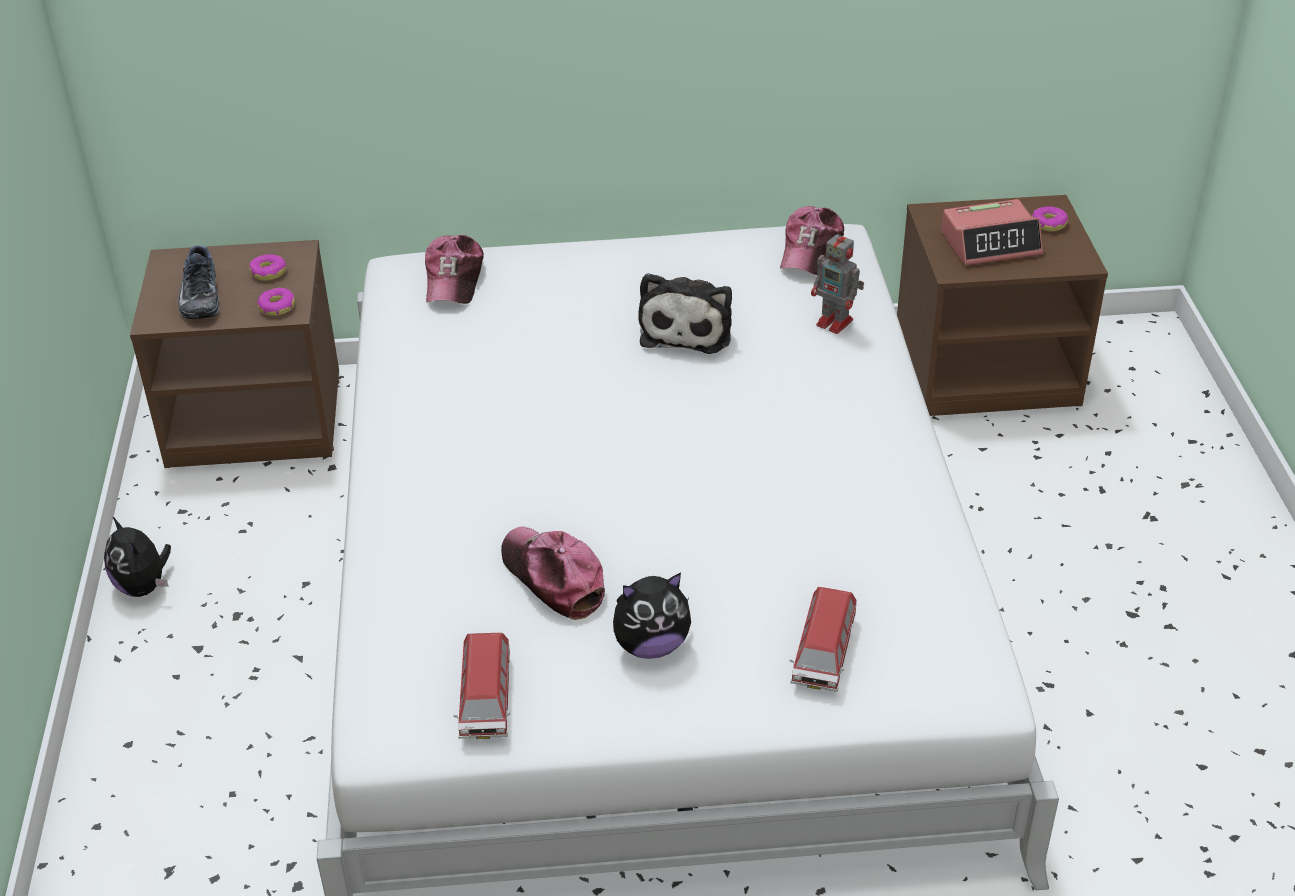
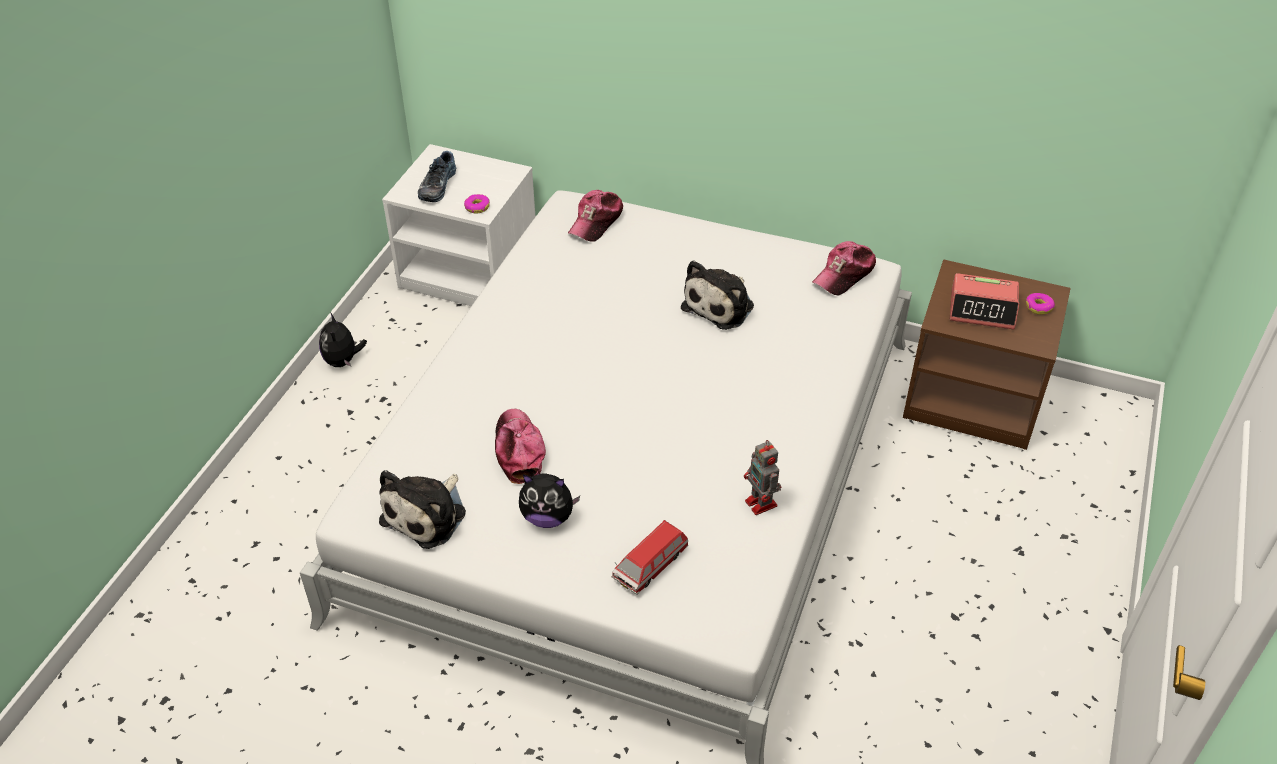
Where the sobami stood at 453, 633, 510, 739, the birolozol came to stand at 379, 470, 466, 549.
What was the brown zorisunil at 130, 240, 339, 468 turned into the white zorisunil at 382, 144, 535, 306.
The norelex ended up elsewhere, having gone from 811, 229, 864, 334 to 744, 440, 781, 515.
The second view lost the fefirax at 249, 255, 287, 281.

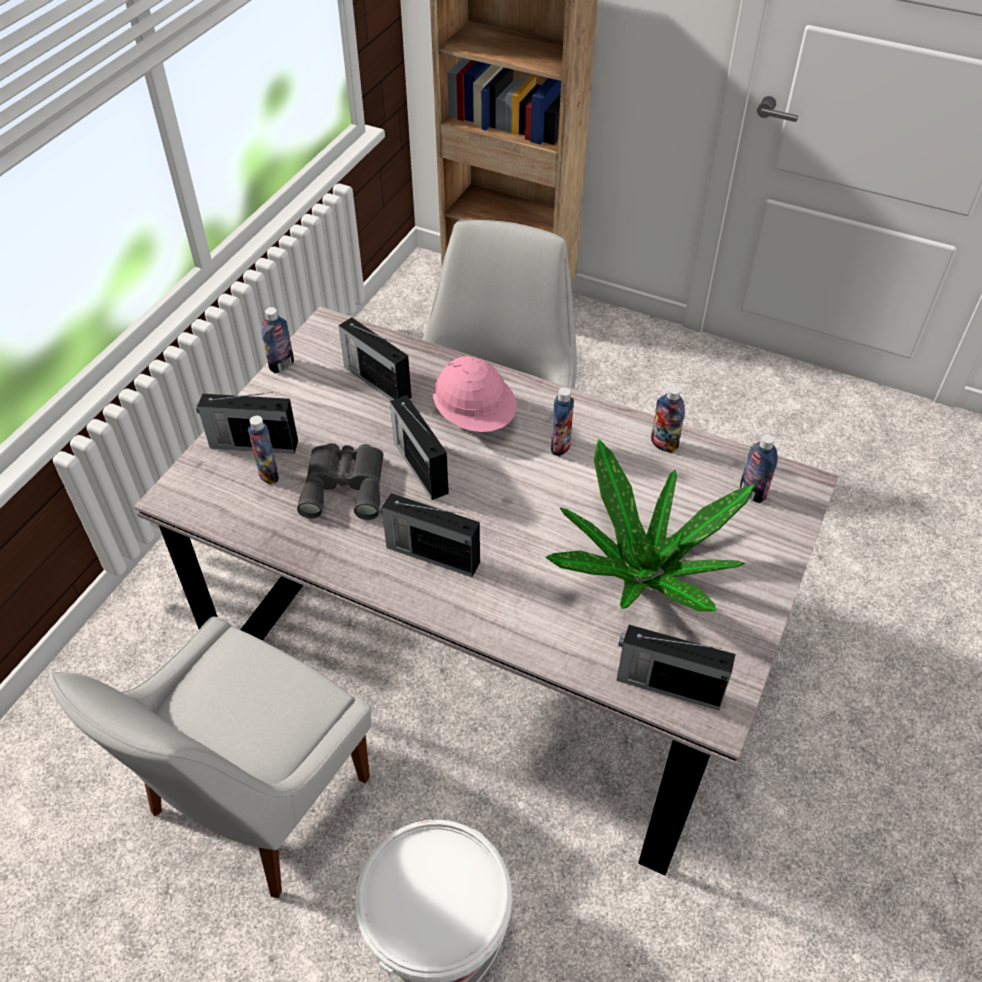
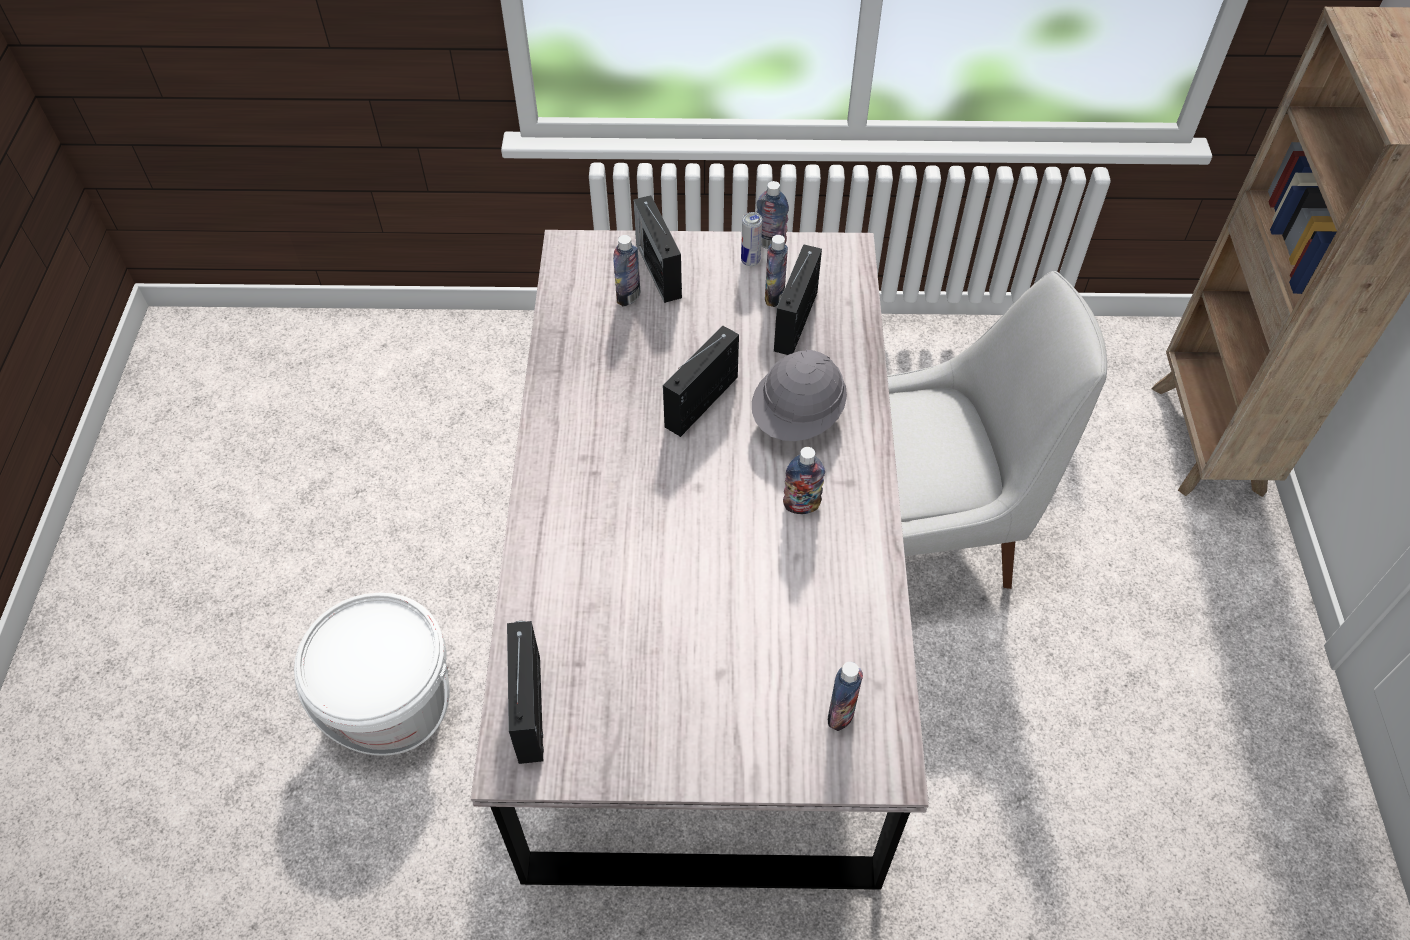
The second view gained the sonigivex at 741, 212, 762, 266.
What was the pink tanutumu at 433, 356, 517, 432 turned into the grey tanutumu at 752, 350, 847, 441.
The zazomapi ended up elsewhere, having gone from 651, 385, 685, 453 to 765, 235, 788, 307.
The second view lost the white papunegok at 48, 616, 371, 898.
The second view lost the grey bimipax at 297, 443, 383, 520.
The second view lost the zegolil at 380, 493, 480, 577.
The second view lost the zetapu at 545, 439, 755, 612.

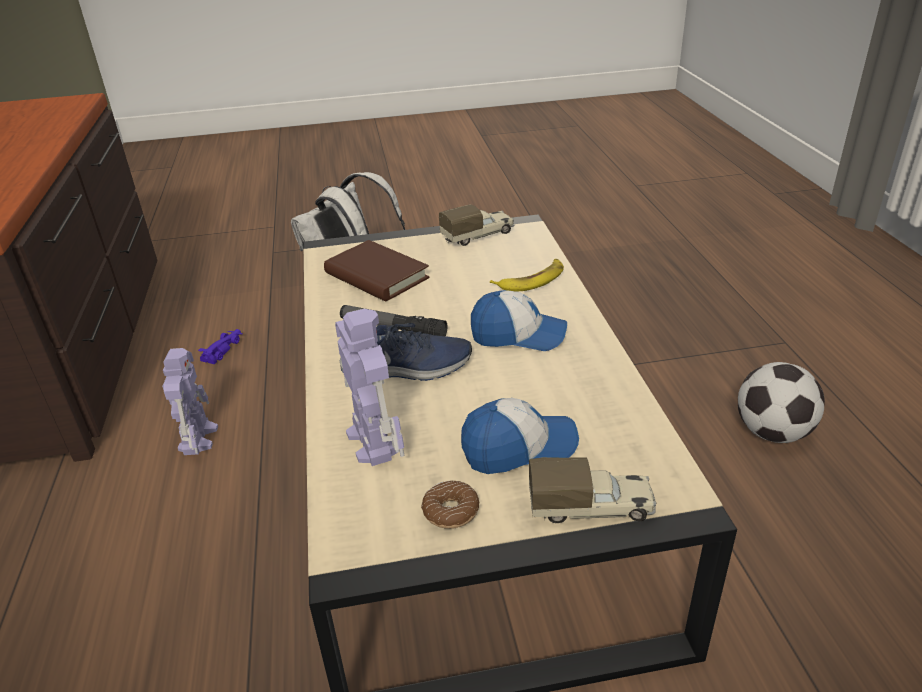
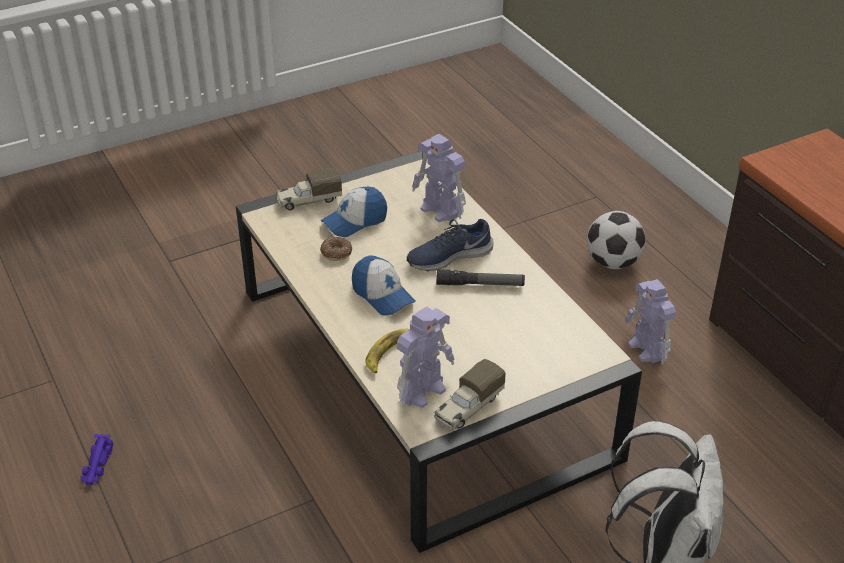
The purple sobami ended up elsewhere, having gone from 198, 329, 243, 364 to 80, 434, 113, 485.
The fefirax ended up elsewhere, having gone from 421, 480, 479, 529 to 320, 237, 352, 261.
The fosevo at 471, 290, 567, 351 ended up facing another way, 120 degrees counterclockwise from before.
The second view gained the norelex at 397, 307, 454, 408.
The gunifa ended up elsewhere, having gone from 738, 362, 825, 443 to 587, 211, 646, 269.
The second view lost the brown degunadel at 324, 240, 430, 301.

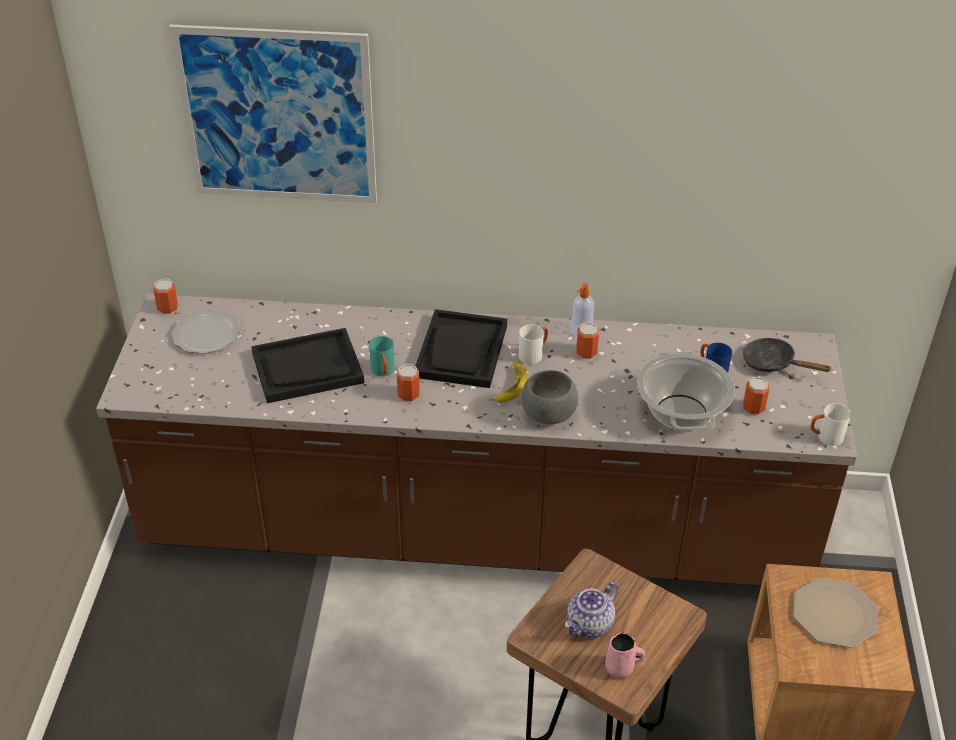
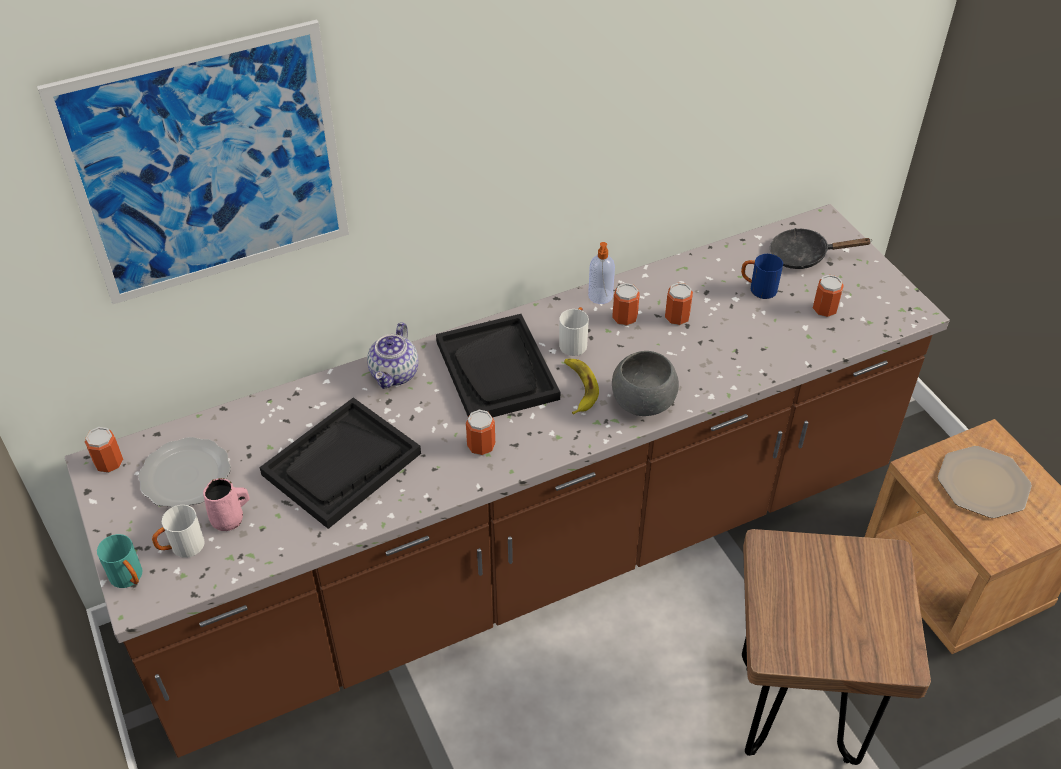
The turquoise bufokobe ended up elsewhere, having gone from 369, 336, 395, 376 to 97, 534, 142, 588.
The white bufokobe ended up elsewhere, having gone from 811, 404, 851, 446 to 152, 505, 204, 558.
The pink bufokobe ended up elsewhere, having gone from 605, 632, 645, 679 to 203, 478, 250, 531.
The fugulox ended up elsewhere, having gone from 565, 582, 618, 638 to 367, 322, 418, 389.
The second view gained the sonigivex at 665, 283, 693, 326.
The second view lost the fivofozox at 637, 352, 735, 431.

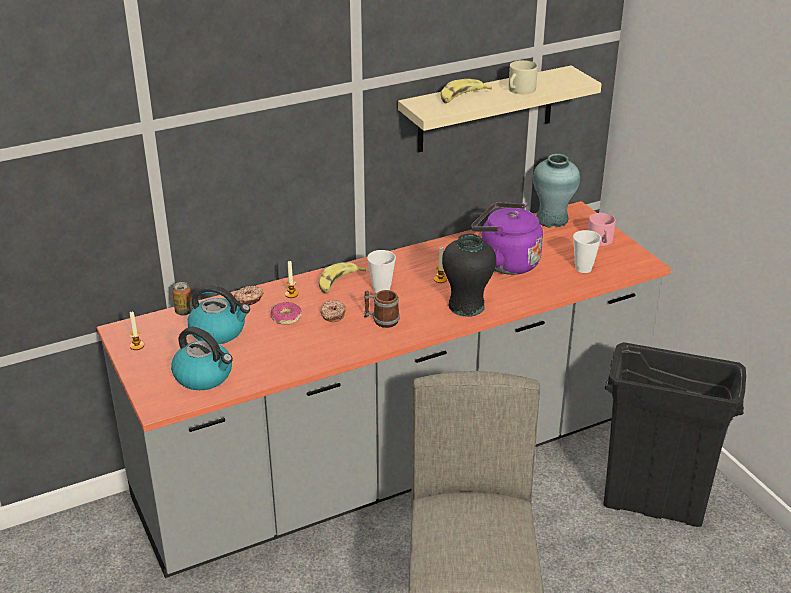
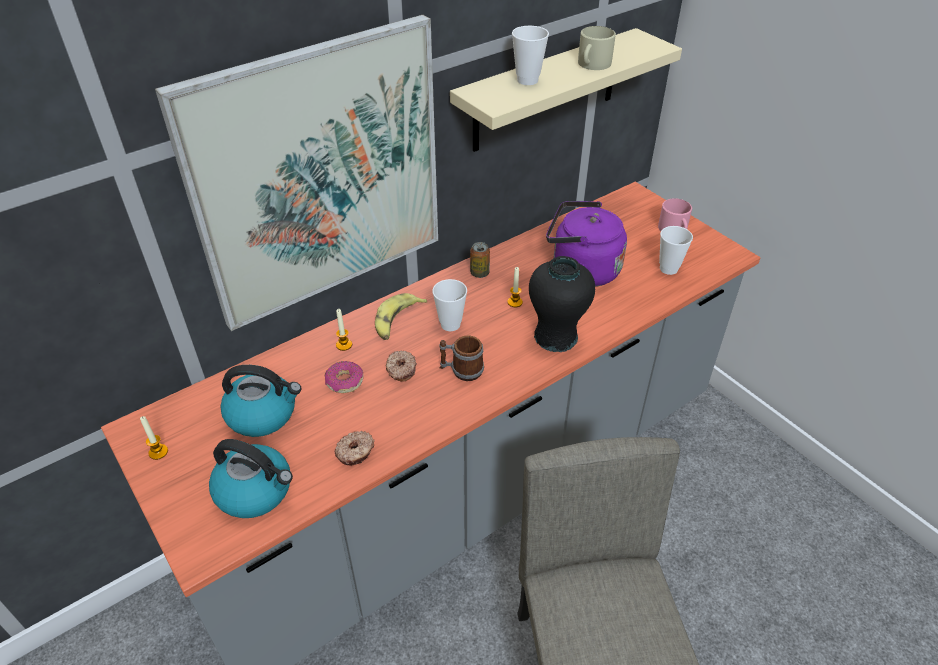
The second view gained the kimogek at 155, 15, 438, 331.
The fefirax ended up elsewhere, having gone from 234, 286, 264, 305 to 335, 431, 374, 466.
The sonigivex ended up elsewhere, having gone from 172, 282, 193, 316 to 470, 242, 490, 278.
Where the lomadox stood at 441, 79, 492, 103, the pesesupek came to stand at 512, 26, 549, 85.
The second view lost the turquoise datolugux at 533, 154, 580, 228.
The second view lost the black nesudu at 603, 342, 746, 527.

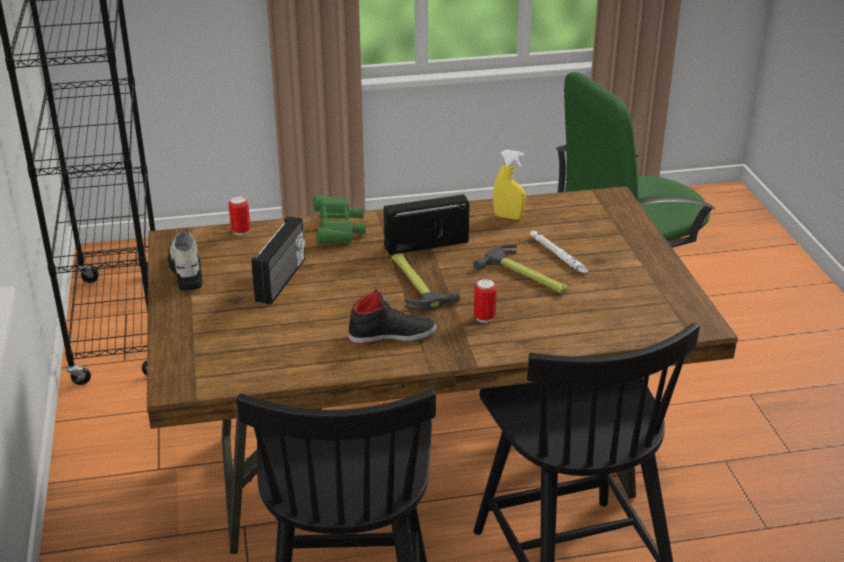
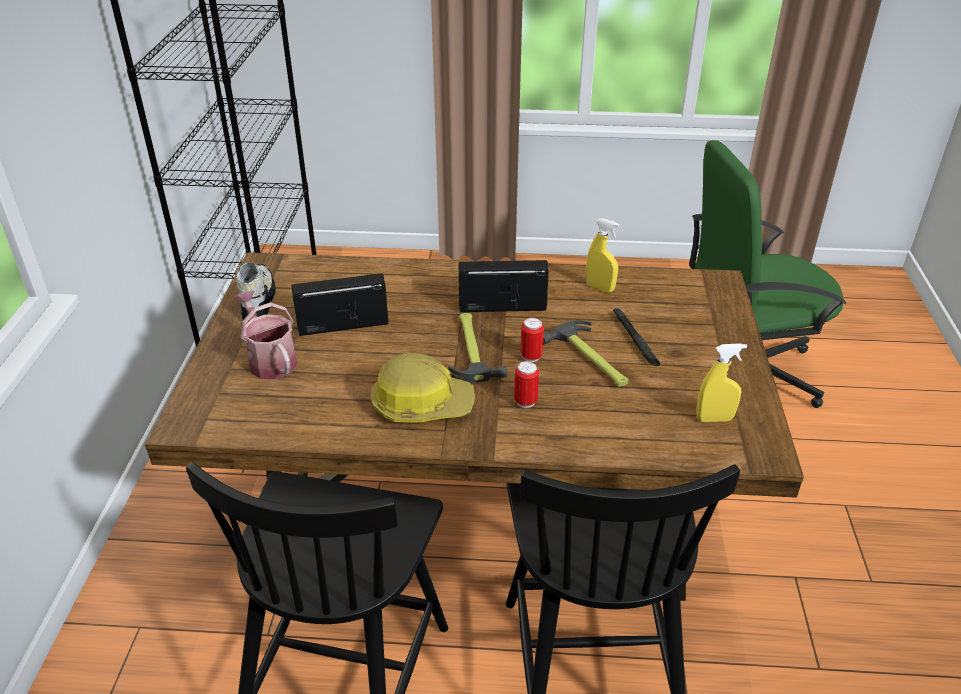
The second view gained the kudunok at 234, 290, 298, 379.
The zegolil at 251, 216, 305, 305 ended up facing another way, 135 degrees counterclockwise from before.
Where the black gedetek stood at 348, 289, 436, 344, the tanutumu came to stand at 371, 353, 475, 423.
The sonigivex ended up elsewhere, having gone from 228, 196, 250, 236 to 520, 318, 544, 362.
What was the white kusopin at 530, 231, 589, 273 turned into the black kusopin at 613, 308, 660, 366.
The second view gained the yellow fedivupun at 696, 343, 747, 422.
The second view lost the green bimipax at 314, 195, 366, 244.

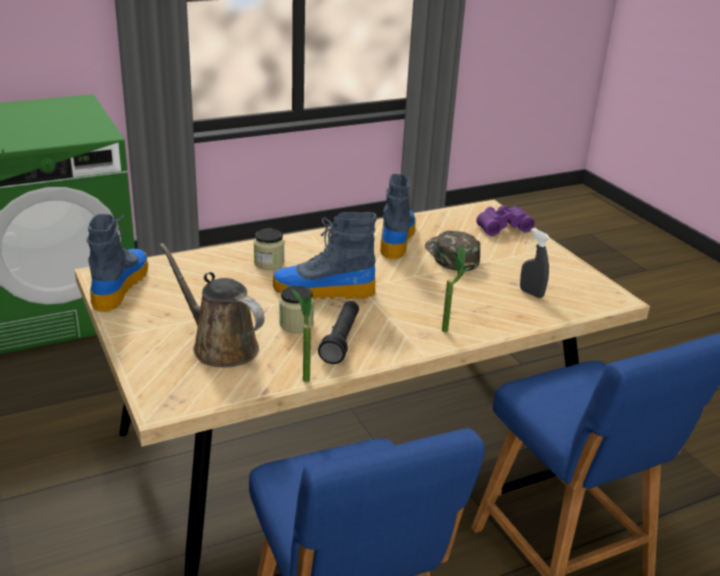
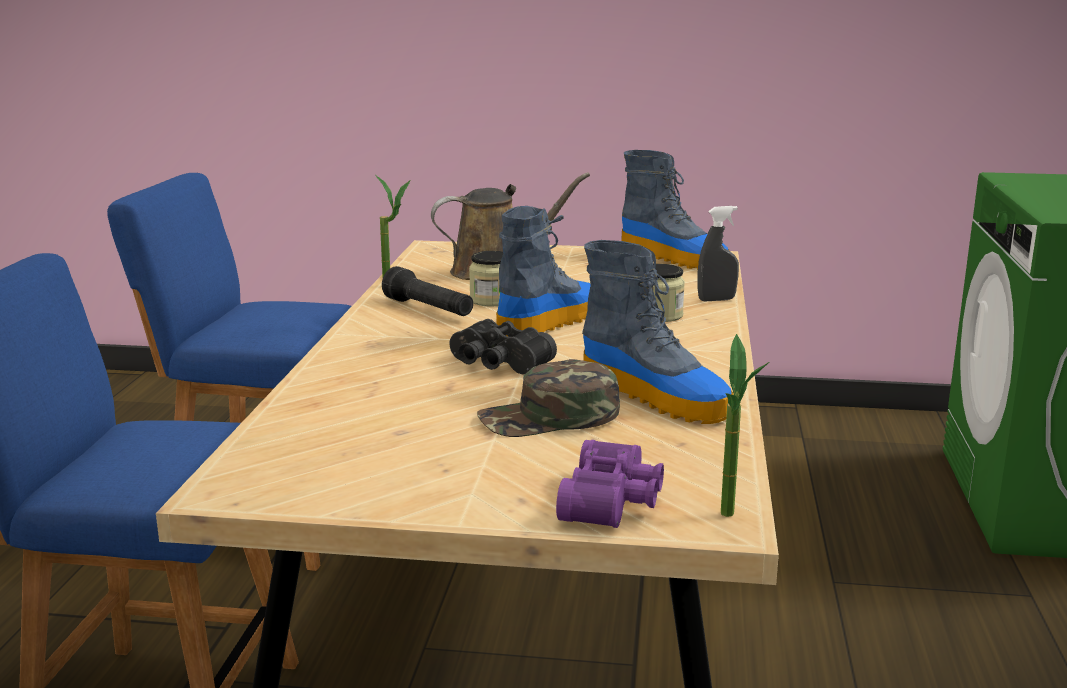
The second view gained the black bimipax at 450, 319, 557, 374.
The green fosevo at 425, 231, 481, 271 ended up facing another way, 150 degrees clockwise from before.
The grey fedivupun ended up elsewhere, having gone from 520, 228, 550, 298 to 698, 206, 739, 301.
The zetapu ended up elsewhere, having gone from 442, 246, 471, 333 to 721, 334, 769, 517.

